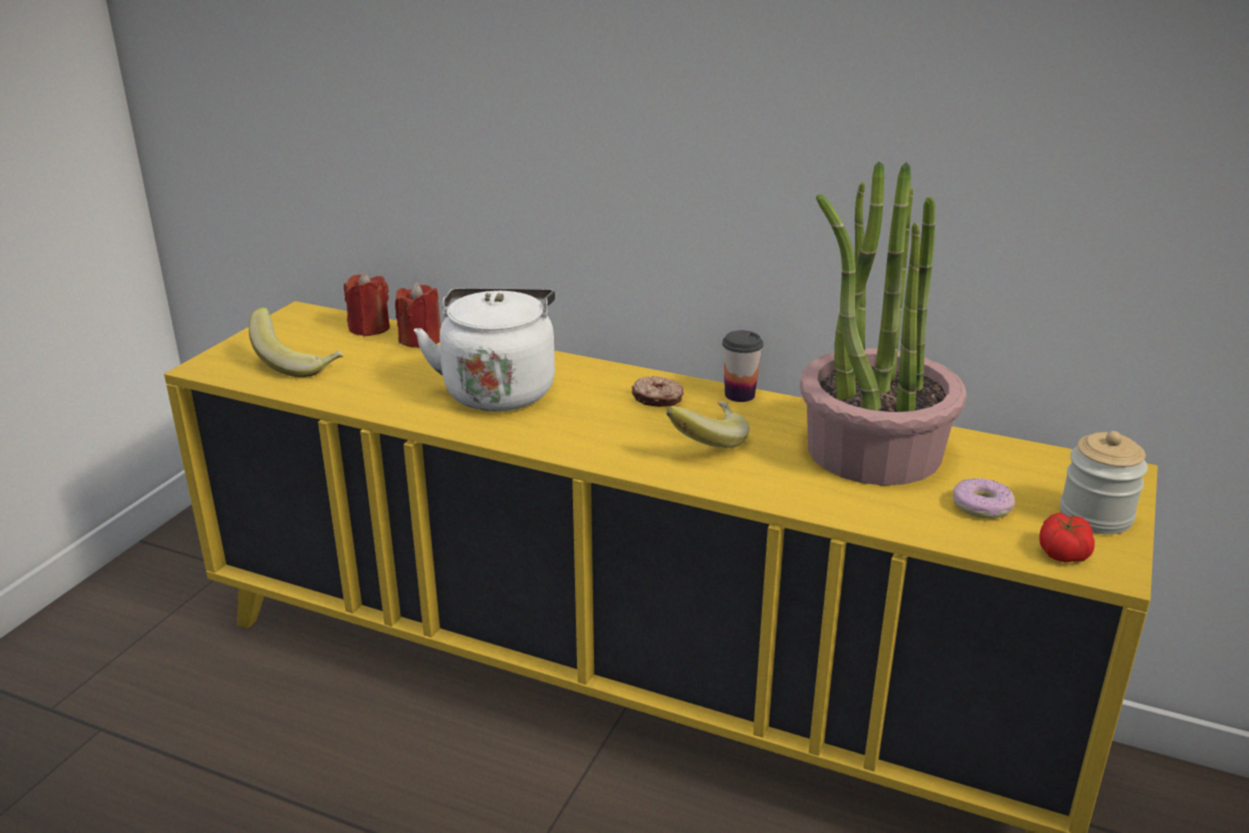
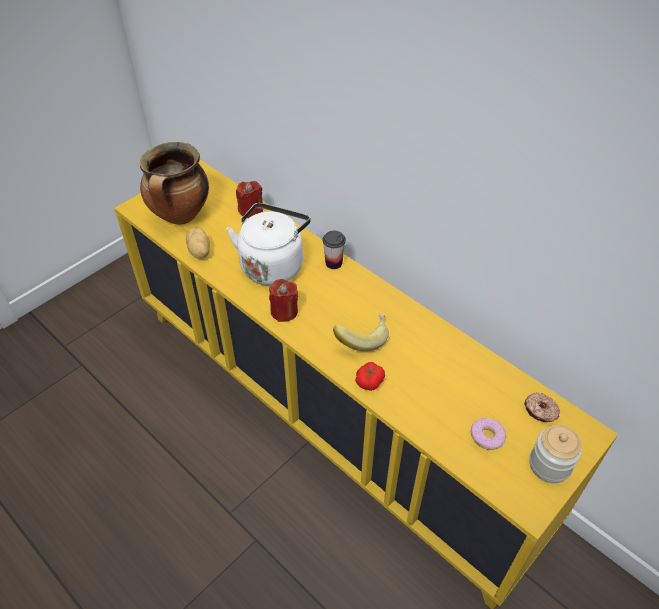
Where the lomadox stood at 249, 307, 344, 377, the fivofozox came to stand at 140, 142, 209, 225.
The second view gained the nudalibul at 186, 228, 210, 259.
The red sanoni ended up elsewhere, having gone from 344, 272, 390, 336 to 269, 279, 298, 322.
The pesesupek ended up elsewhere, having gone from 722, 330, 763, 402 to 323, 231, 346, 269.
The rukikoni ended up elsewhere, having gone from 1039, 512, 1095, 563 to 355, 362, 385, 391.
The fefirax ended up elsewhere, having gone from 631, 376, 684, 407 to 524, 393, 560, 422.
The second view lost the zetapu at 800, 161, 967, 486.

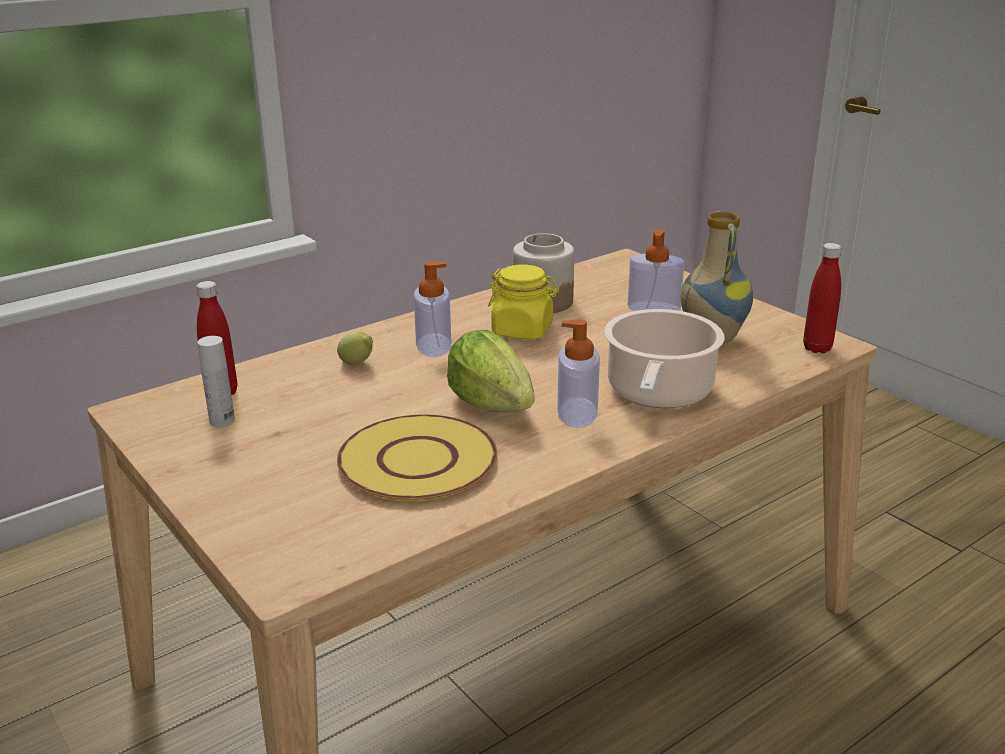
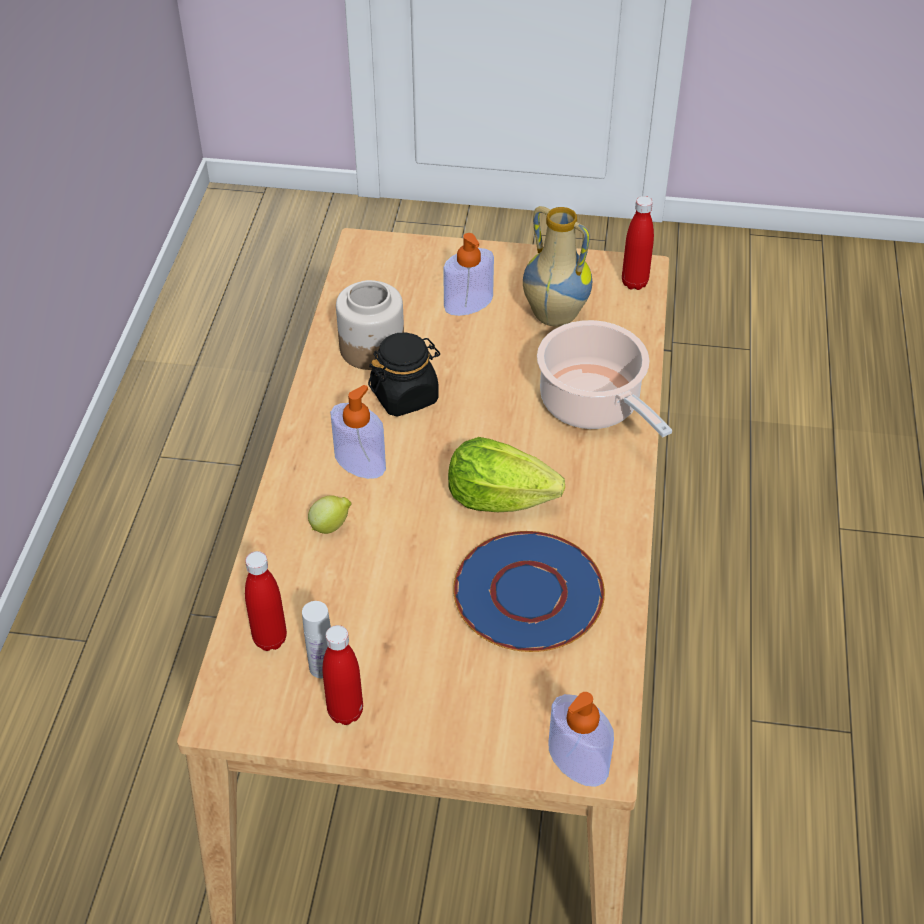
The second view gained the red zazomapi at 322, 625, 363, 725.
What was the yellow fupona at 488, 265, 559, 339 turned into the black fupona at 368, 333, 440, 417.
What was the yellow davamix at 337, 415, 497, 502 turned into the blue davamix at 453, 531, 605, 652.
The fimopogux ended up elsewhere, having gone from 557, 319, 600, 428 to 549, 692, 614, 787.

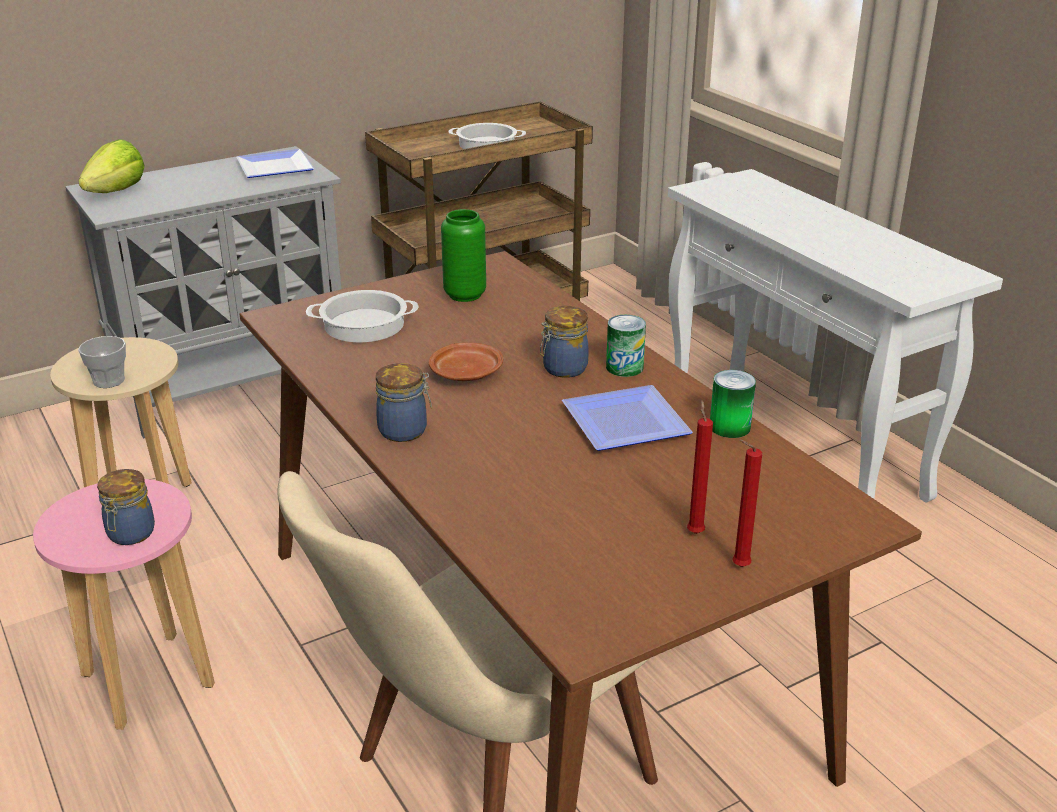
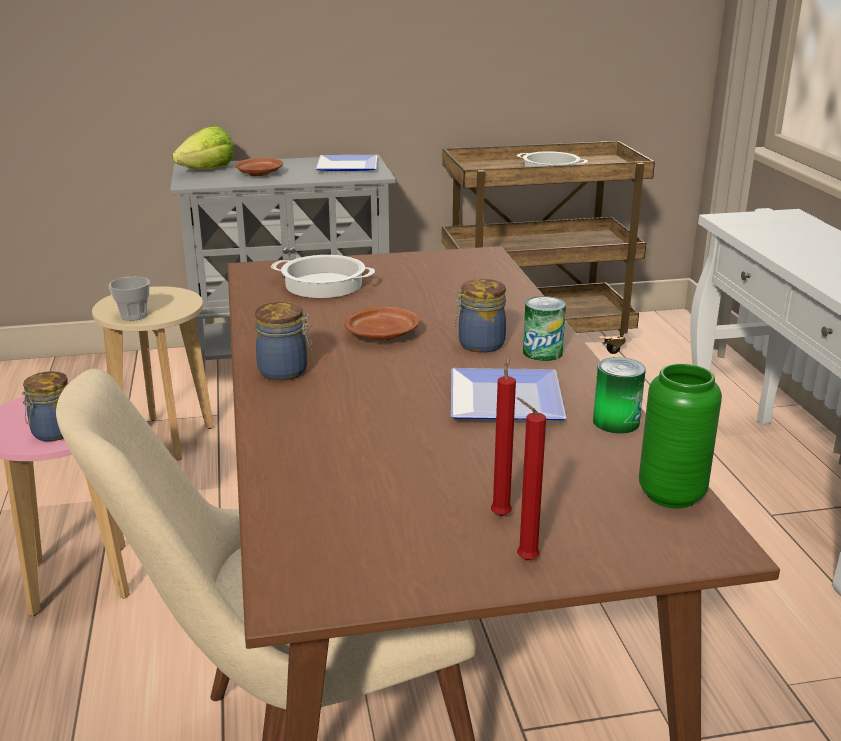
The second view gained the brown davamix at 235, 158, 283, 176.
The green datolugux ended up elsewhere, having gone from 441, 209, 486, 302 to 639, 363, 722, 508.

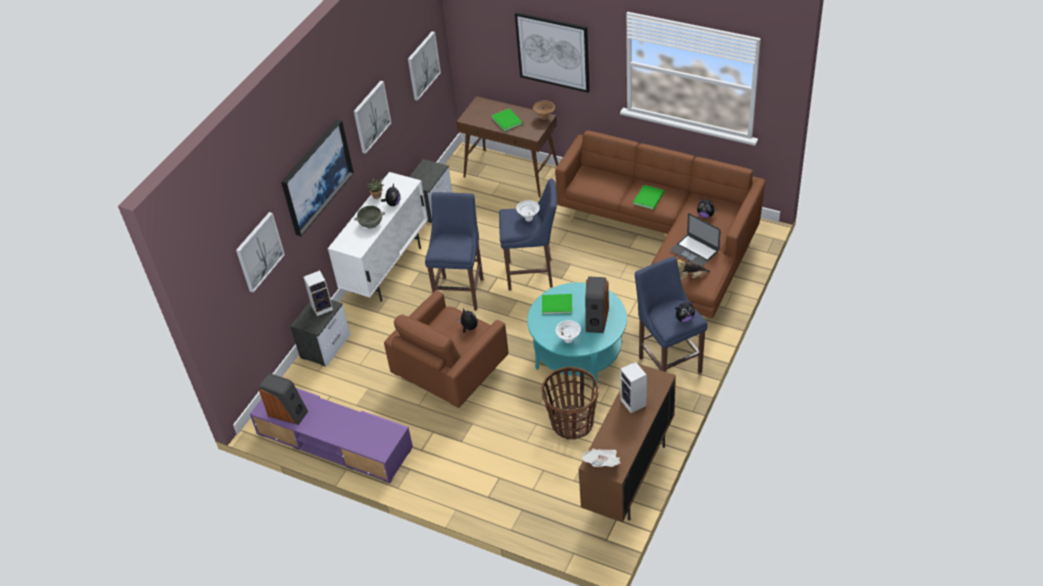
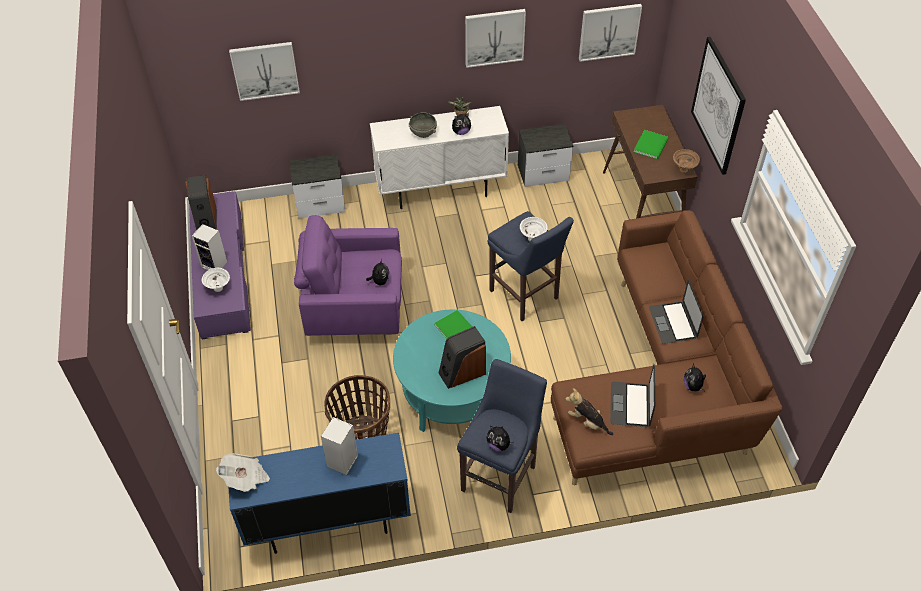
The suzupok ended up elsewhere, having gone from 303, 270, 333, 316 to 192, 224, 227, 270.
The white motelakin ended up elsewhere, having gone from 556, 320, 581, 343 to 202, 268, 230, 292.
What was the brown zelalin at 578, 363, 676, 522 turned into the blue zelalin at 228, 433, 411, 554.
What was the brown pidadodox at 384, 290, 509, 408 turned into the purple pidadodox at 294, 215, 402, 336.
Where the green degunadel stood at 633, 185, 665, 210, the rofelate came to stand at 649, 280, 704, 344.
The second view lost the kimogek at 281, 119, 354, 236.
The second view lost the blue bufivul at 425, 192, 483, 310.

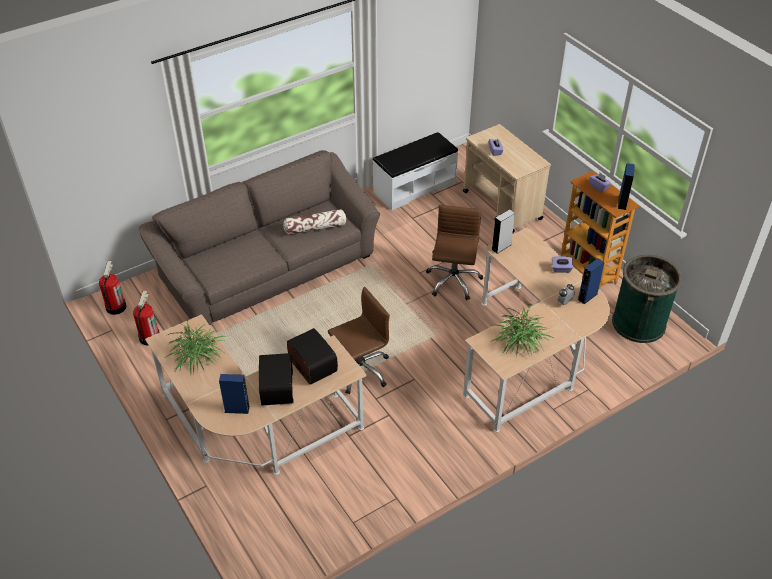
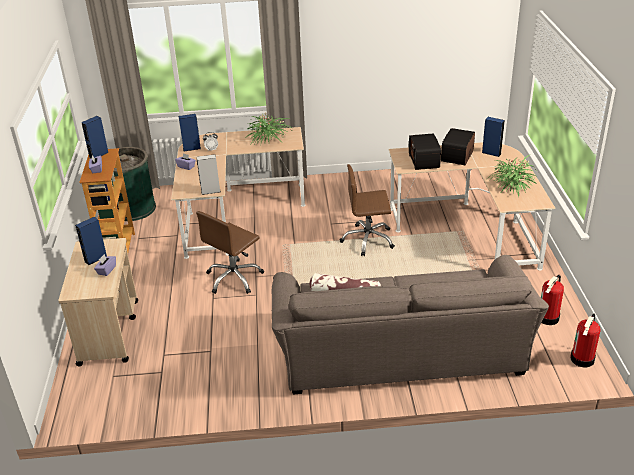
The second view gained the blue suzupok at 75, 217, 107, 266.
The second view lost the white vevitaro at 373, 132, 458, 210.

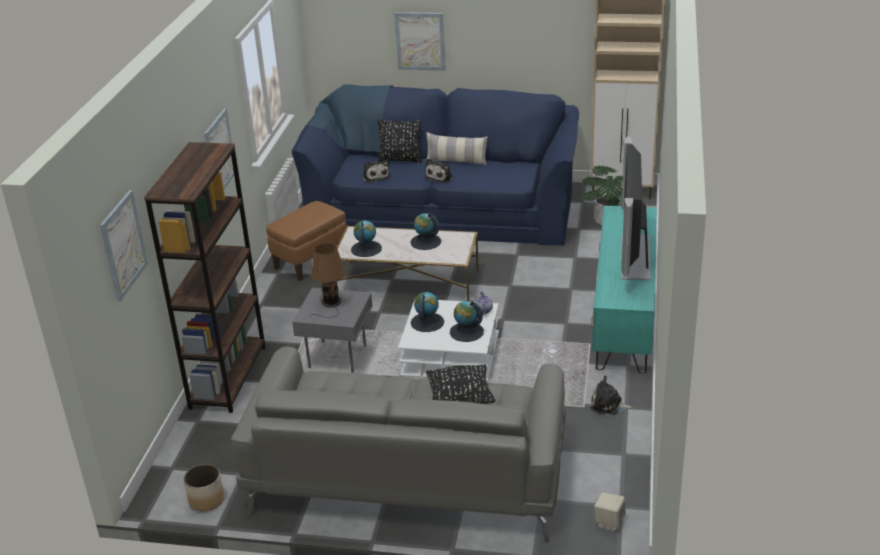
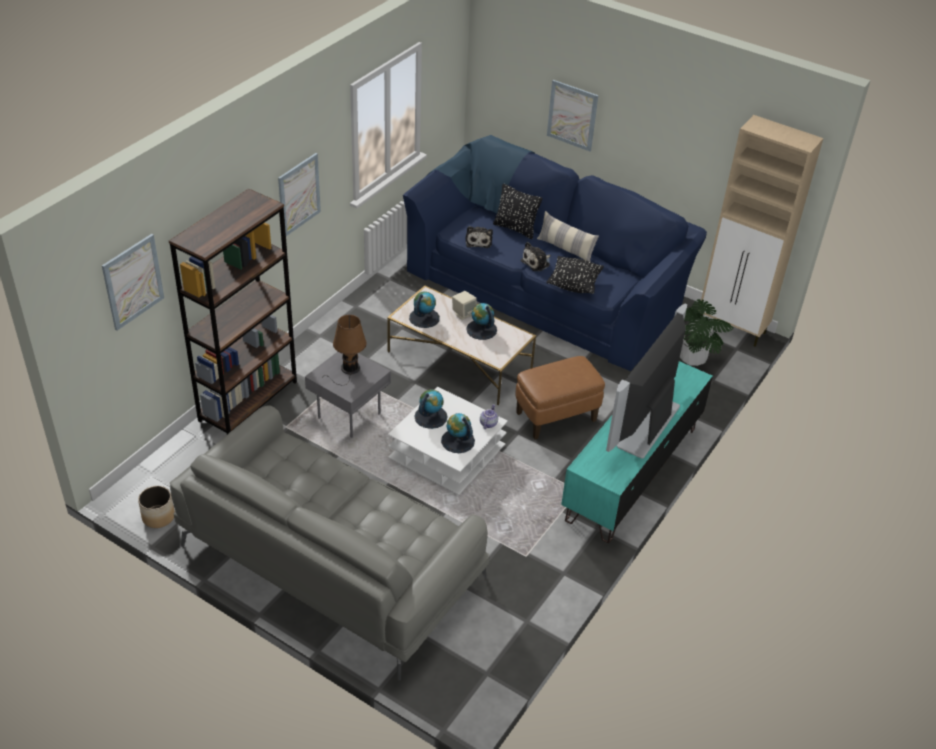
The beige suzupok ended up elsewhere, having gone from 594, 492, 626, 532 to 452, 291, 477, 320.
The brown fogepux ended up elsewhere, having gone from 266, 201, 347, 281 to 516, 356, 605, 439.
The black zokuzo ended up elsewhere, having gone from 426, 365, 495, 404 to 546, 256, 604, 294.
The second view lost the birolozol at 590, 376, 633, 415.

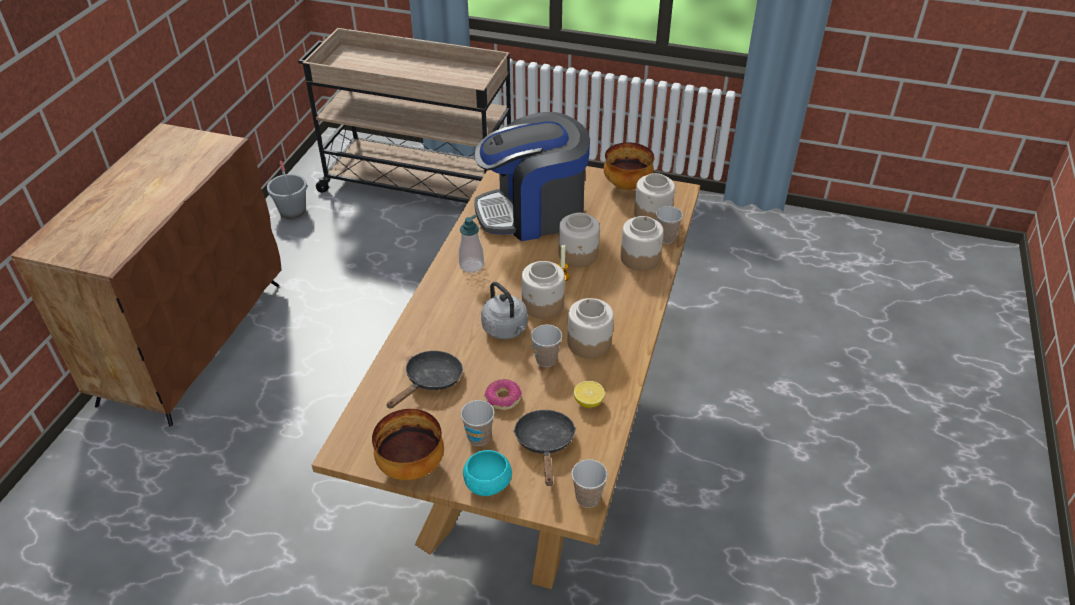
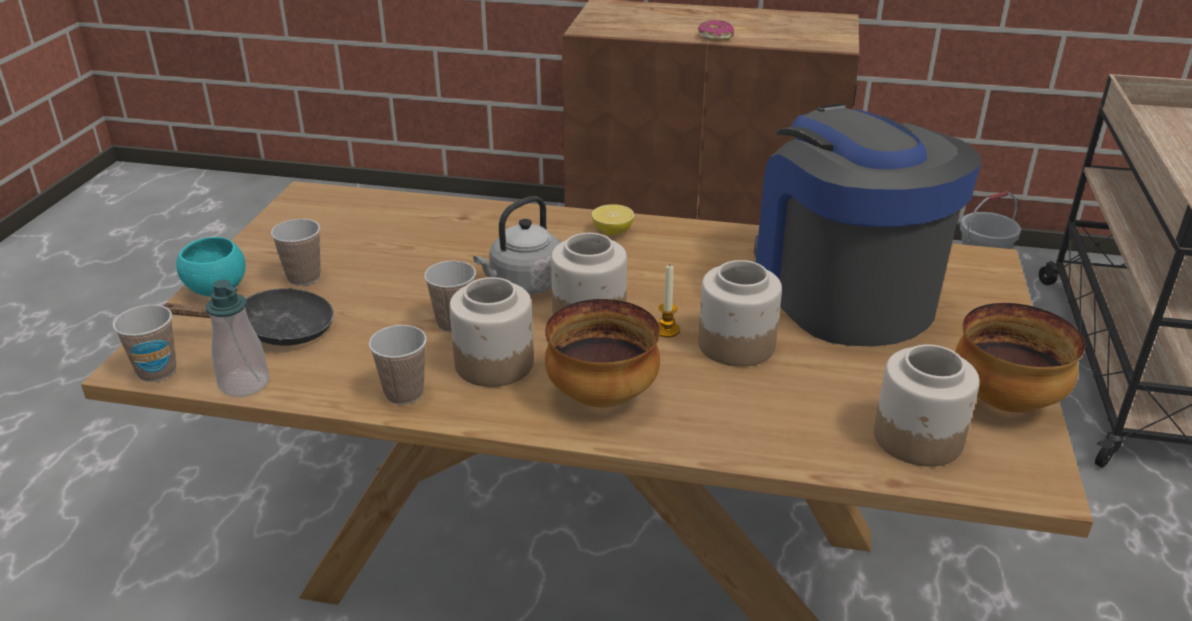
The fimopogux ended up elsewhere, having gone from 459, 215, 484, 273 to 206, 280, 269, 397.
The pesesupek ended up elsewhere, having gone from 656, 206, 683, 244 to 369, 325, 427, 405.
The motelakin ended up elsewhere, having gone from 372, 409, 444, 480 to 545, 299, 660, 408.
The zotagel ended up elsewhere, having gone from 574, 381, 605, 408 to 592, 204, 634, 235.
The fefirax ended up elsewhere, having gone from 484, 379, 522, 410 to 698, 20, 734, 41.
The second view lost the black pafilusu at 387, 351, 463, 409.
The second view lost the fupona at 620, 216, 664, 271.

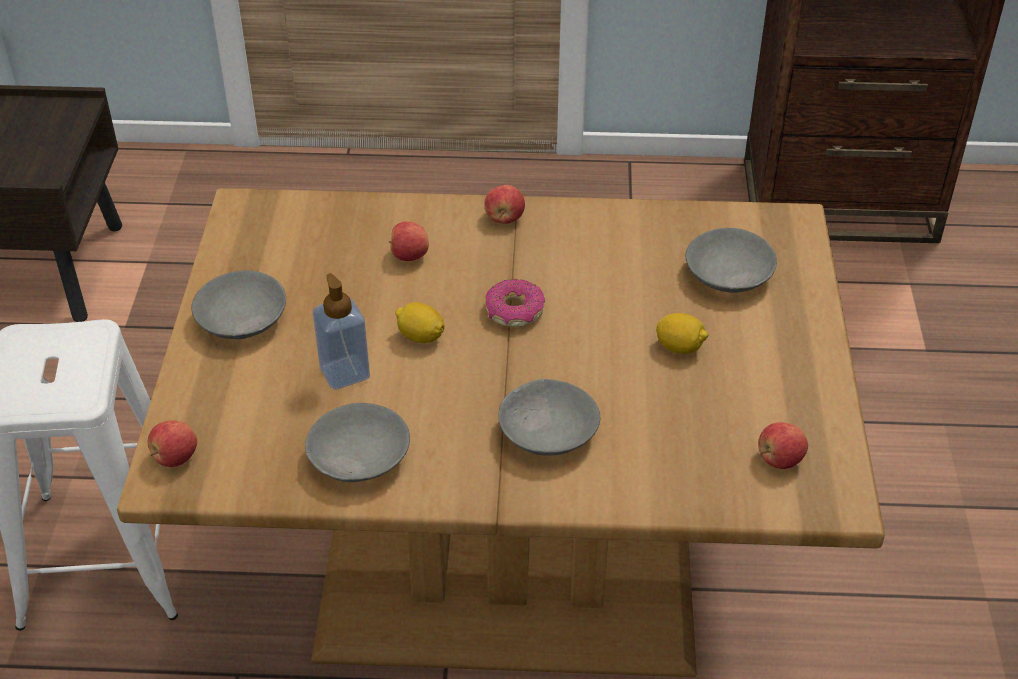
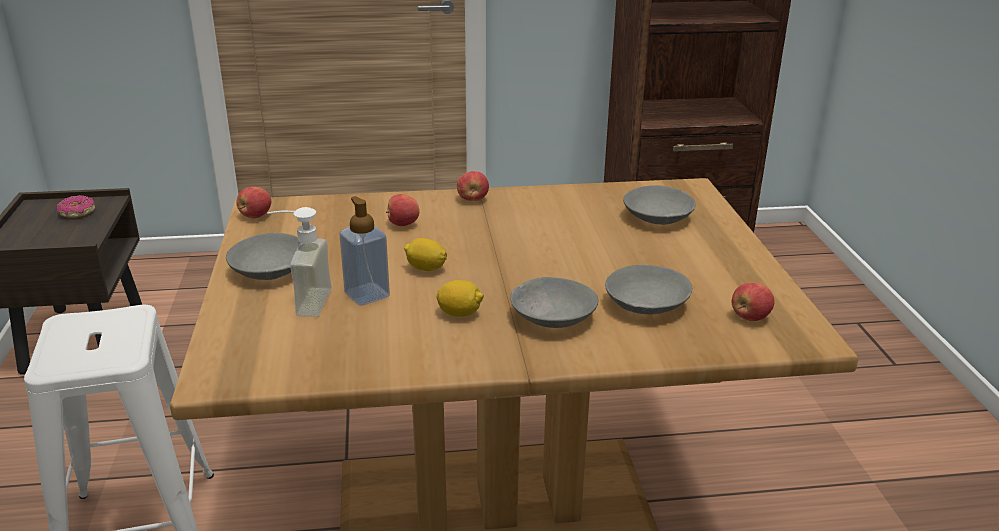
The fefirax ended up elsewhere, having gone from 485, 279, 545, 327 to 57, 195, 95, 218.
The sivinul ended up elsewhere, having gone from 148, 420, 197, 467 to 236, 187, 271, 218.
The second view gained the fimopogux at 267, 207, 332, 317.
The zotagel ended up elsewhere, having gone from 656, 313, 708, 354 to 437, 280, 484, 317.
The grey motelakin ended up elsewhere, having gone from 305, 403, 410, 482 to 605, 265, 692, 315.

